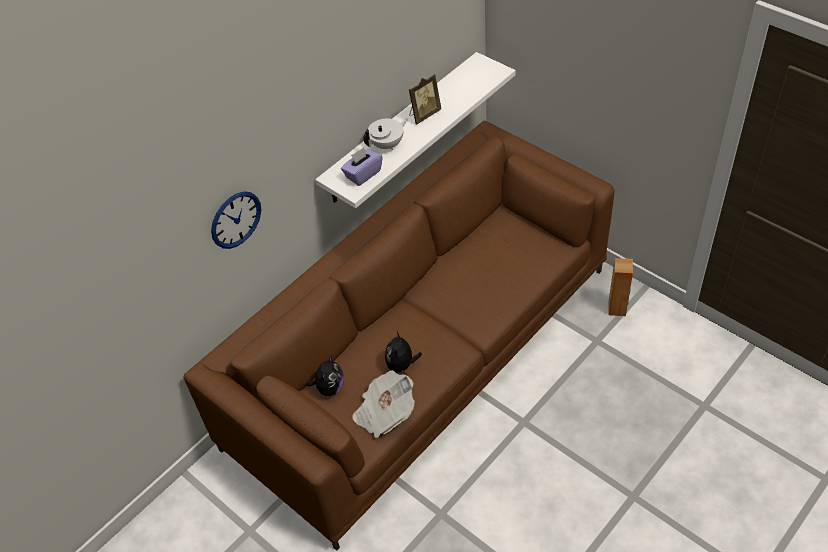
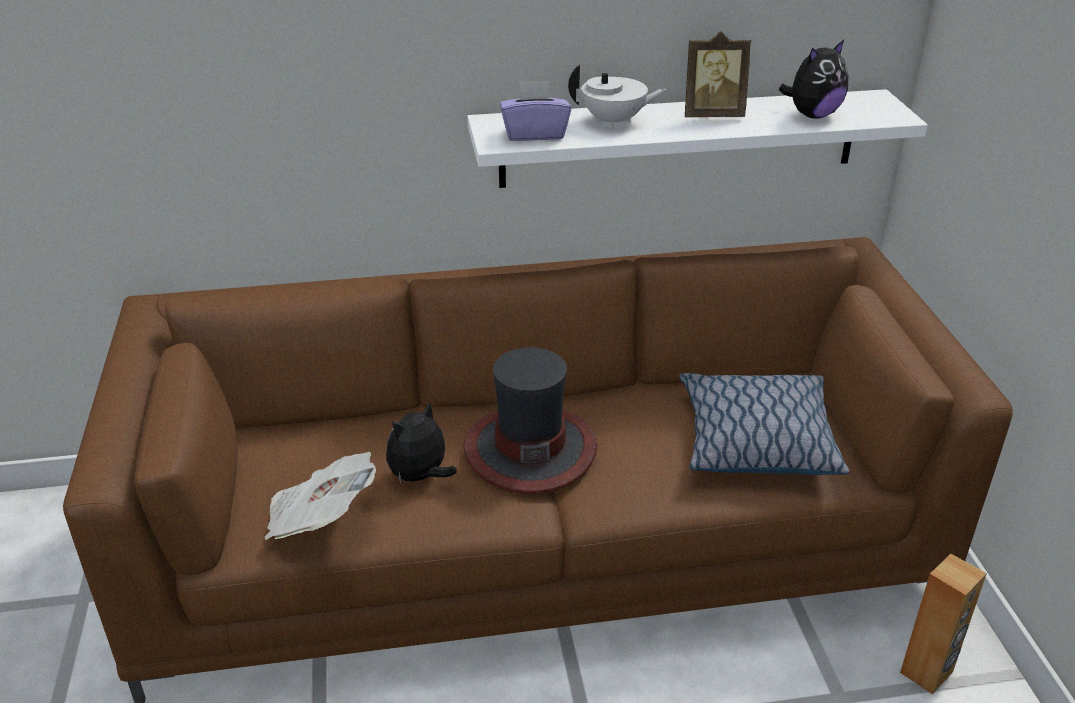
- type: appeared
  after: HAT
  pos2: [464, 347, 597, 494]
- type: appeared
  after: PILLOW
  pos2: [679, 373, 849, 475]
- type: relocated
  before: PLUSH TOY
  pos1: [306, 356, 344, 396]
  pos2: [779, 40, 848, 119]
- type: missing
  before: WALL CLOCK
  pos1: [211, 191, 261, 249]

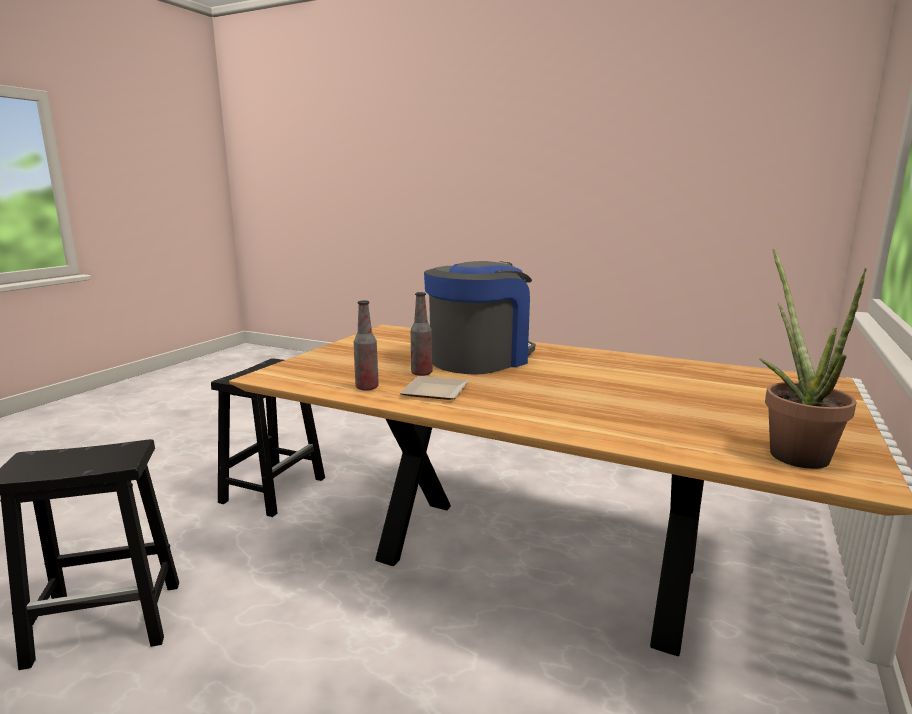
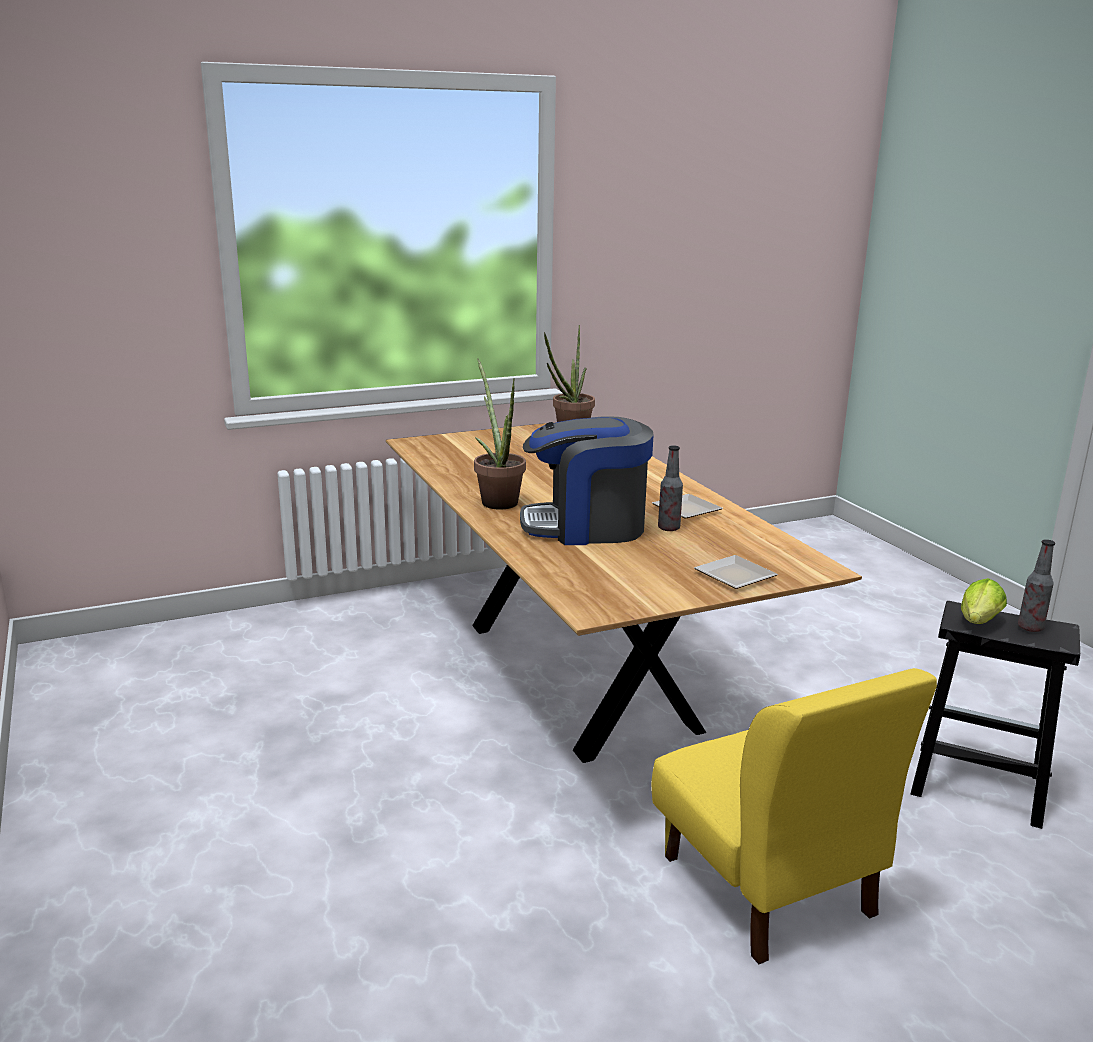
- type: appeared
  after: POTTED PLANT
  pos2: [474, 358, 526, 509]
- type: exchanged
  before: BLACK STOOL
  after: YELLOW CHAIR
  pos1: [211, 358, 325, 517]
  pos2: [651, 668, 937, 964]
- type: appeared
  after: PLATE
  pos2: [694, 555, 778, 589]
- type: appeared
  after: LETTUCE
  pos2: [961, 578, 1007, 624]
- type: relocated
  before: BOTTLE
  pos1: [354, 301, 379, 391]
  pos2: [1018, 539, 1055, 632]

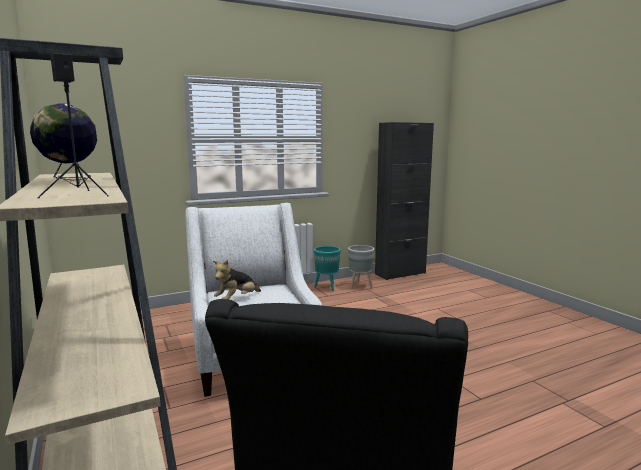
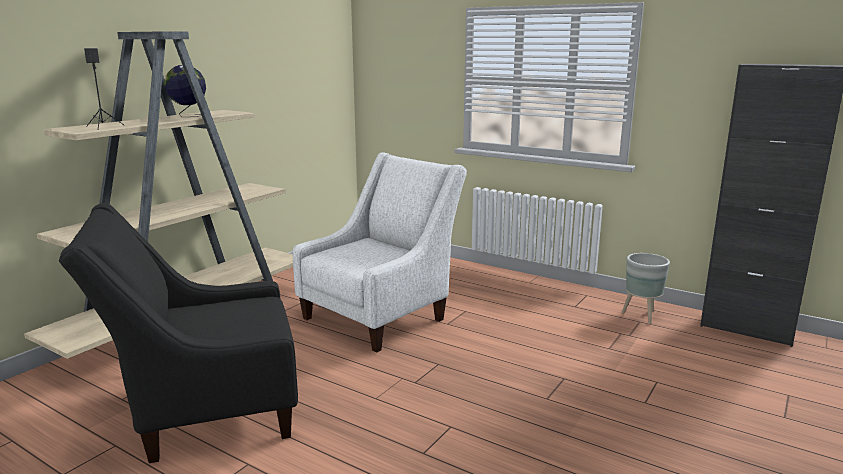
- type: missing
  before: PLUSH TOY
  pos1: [213, 260, 261, 299]
- type: missing
  before: TURQUOISE PLANTER
  pos1: [314, 246, 340, 291]

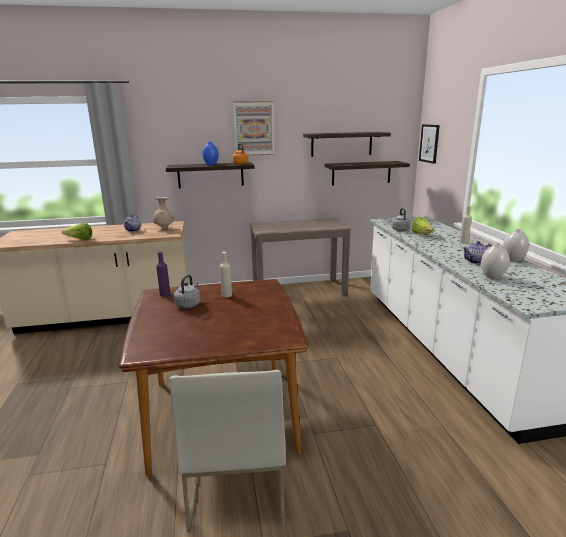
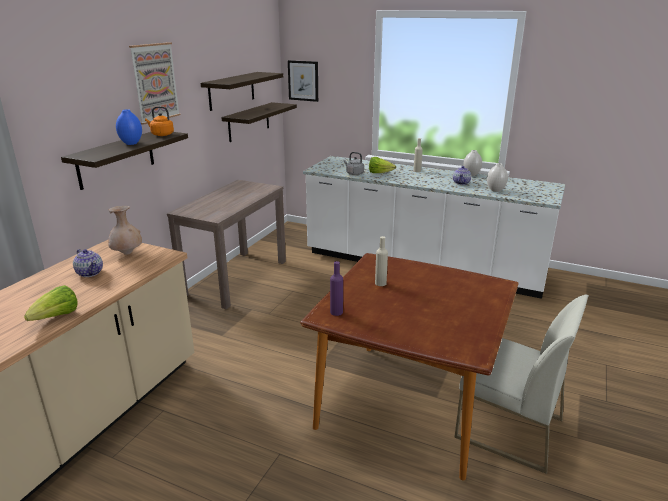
- type: missing
  before: GREY KETTLE
  pos1: [174, 275, 200, 308]

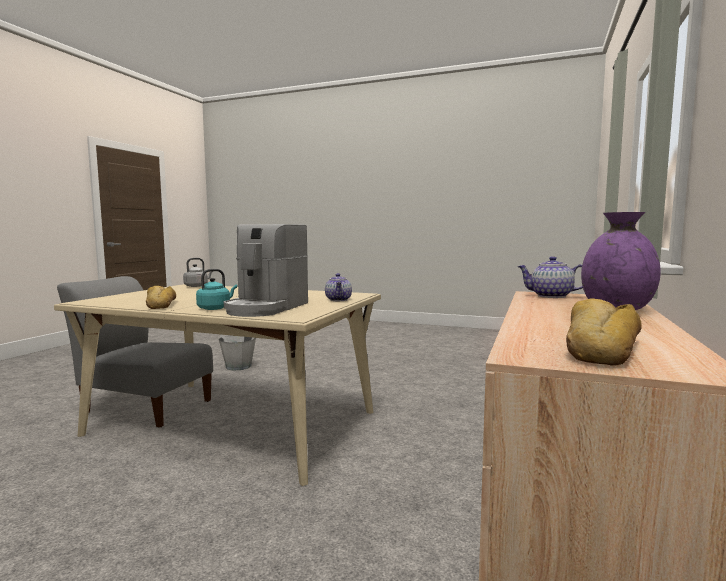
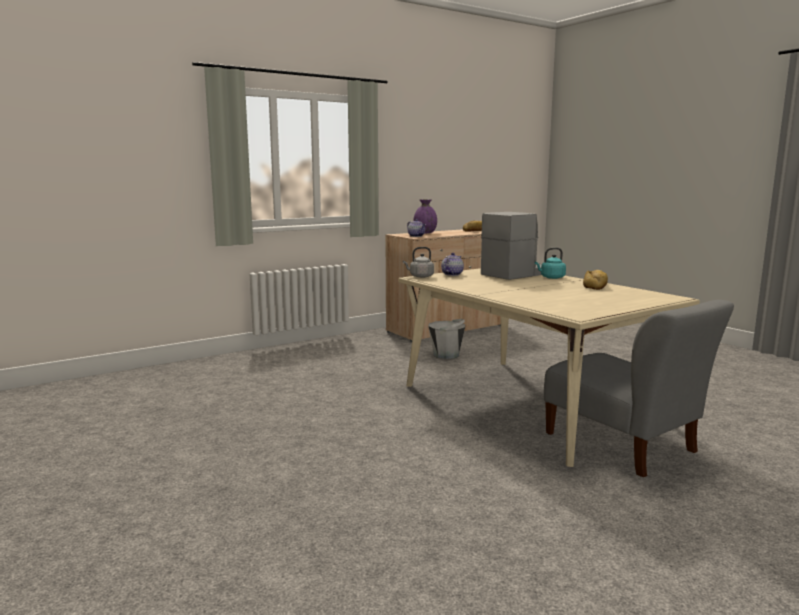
- type: relocated
  before: GREY KETTLE
  pos1: [183, 258, 214, 287]
  pos2: [403, 247, 434, 278]
- type: relocated
  before: GREY BUCKET
  pos1: [219, 335, 256, 371]
  pos2: [428, 319, 465, 359]

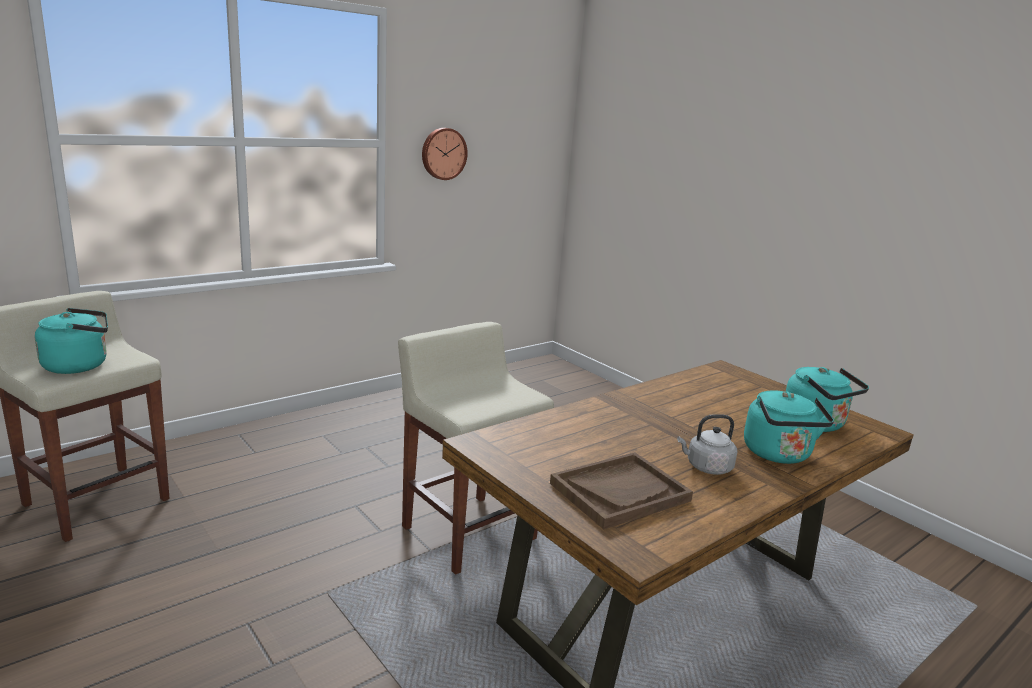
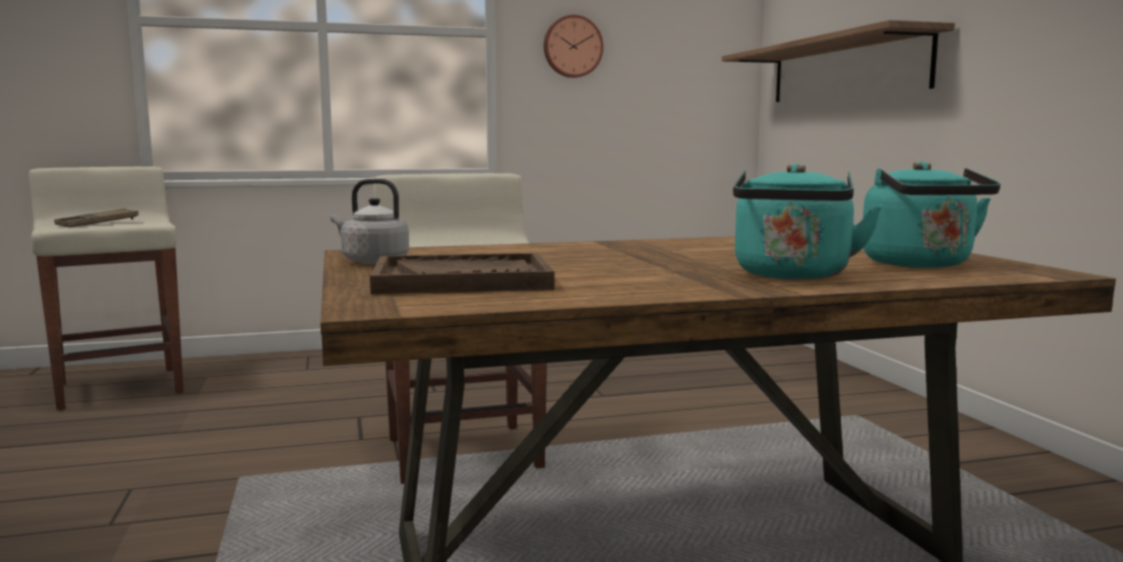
- type: exchanged
  before: TURQUOISE KETTLE
  after: BROWN TRAY
  pos1: [35, 308, 108, 374]
  pos2: [54, 208, 139, 227]
- type: relocated
  before: GREY KETTLE
  pos1: [677, 414, 737, 475]
  pos2: [331, 179, 409, 264]
- type: appeared
  after: SHELF
  pos2: [722, 20, 955, 102]

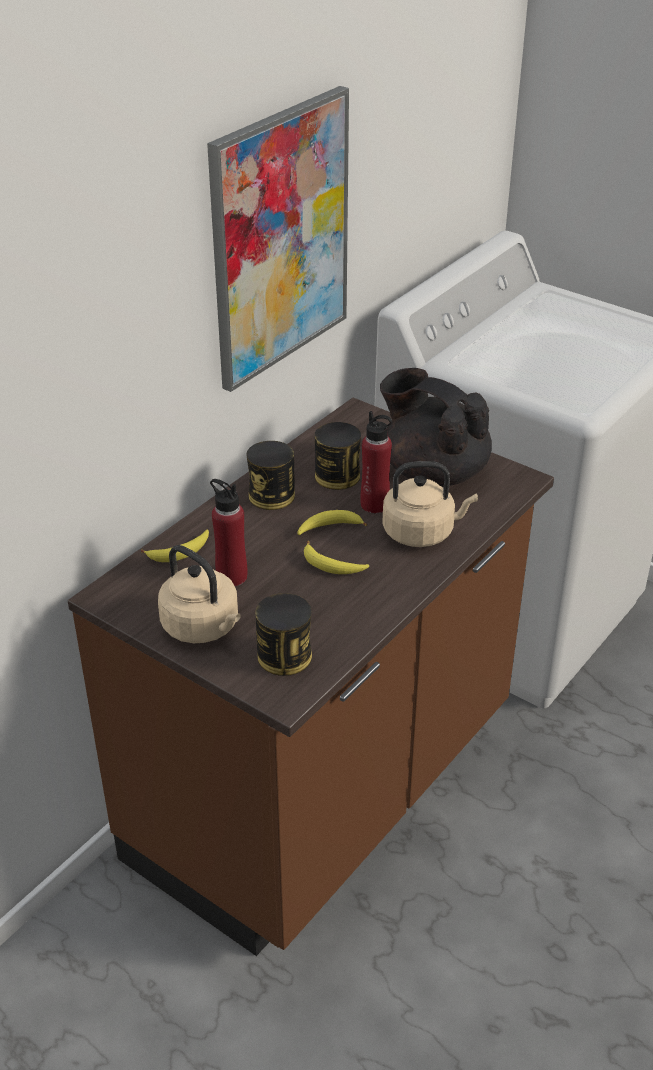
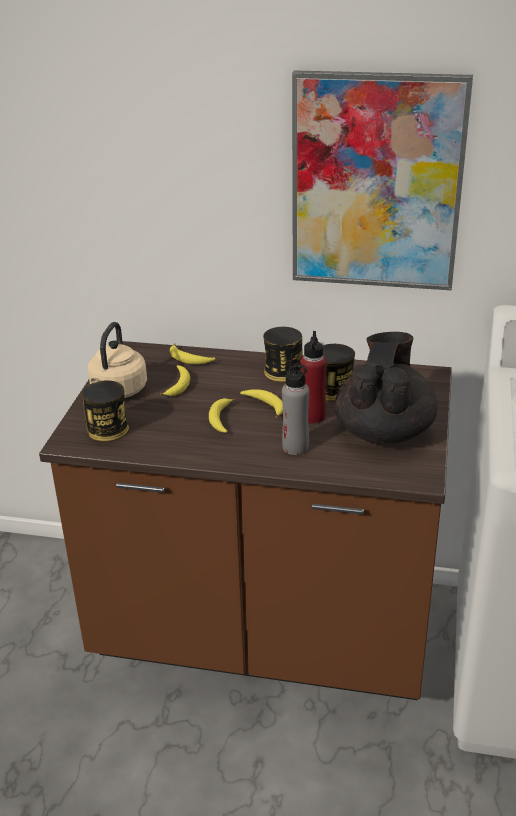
- type: exchanged
  before: RED BOTTLE
  after: BANANA
  pos1: [210, 479, 247, 586]
  pos2: [160, 365, 190, 396]
- type: exchanged
  before: BEIGE KETTLE
  after: GREY BOTTLE
  pos1: [382, 461, 478, 547]
  pos2: [282, 360, 309, 455]

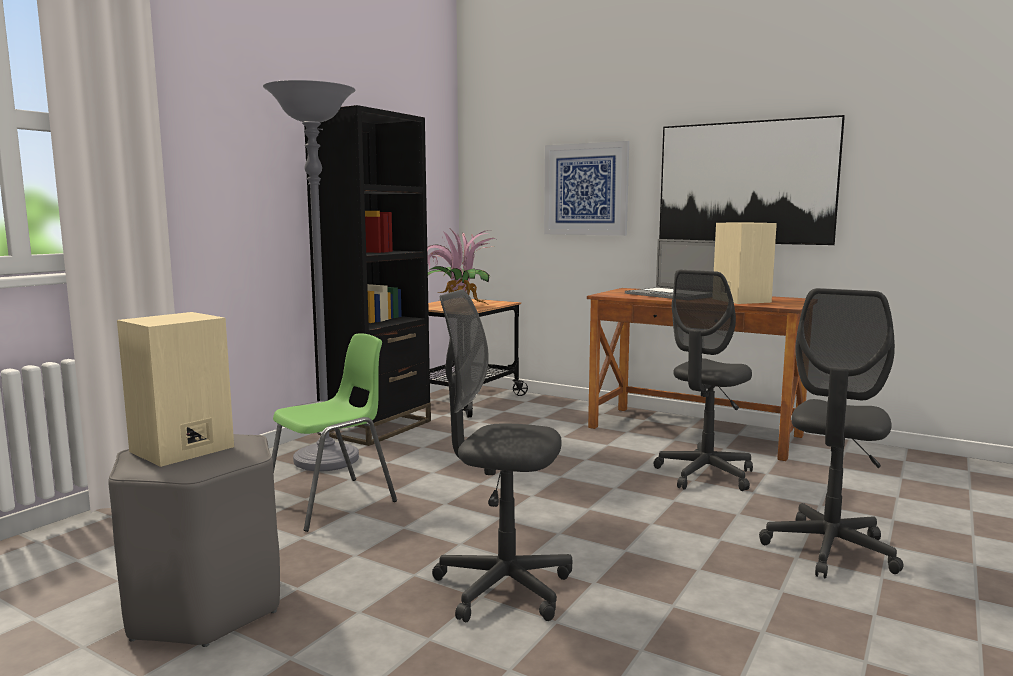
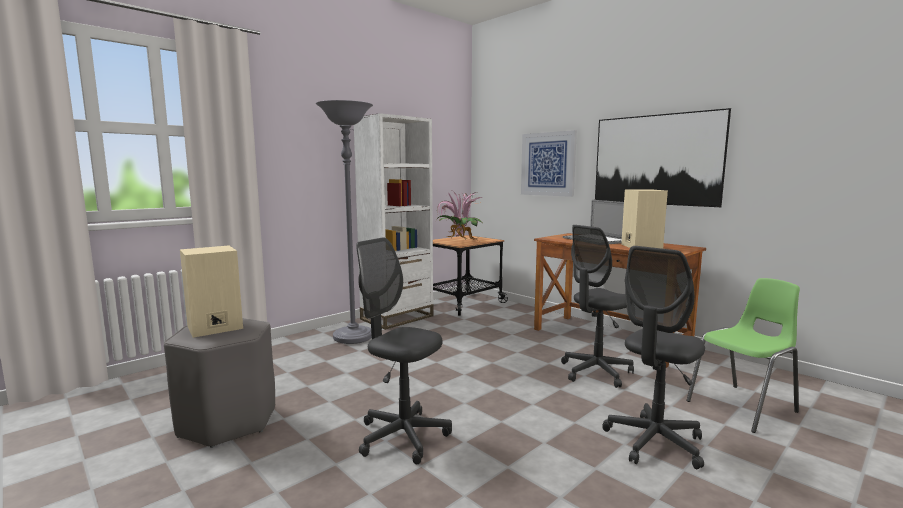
- type: colour
  before: BLACK BOOKCASE
  after: WHITE BOOKCASE
  pos1: [304, 105, 431, 446]
  pos2: [354, 113, 434, 330]
- type: relocated
  before: GREEN CHAIR
  pos1: [272, 333, 397, 532]
  pos2: [686, 278, 800, 433]

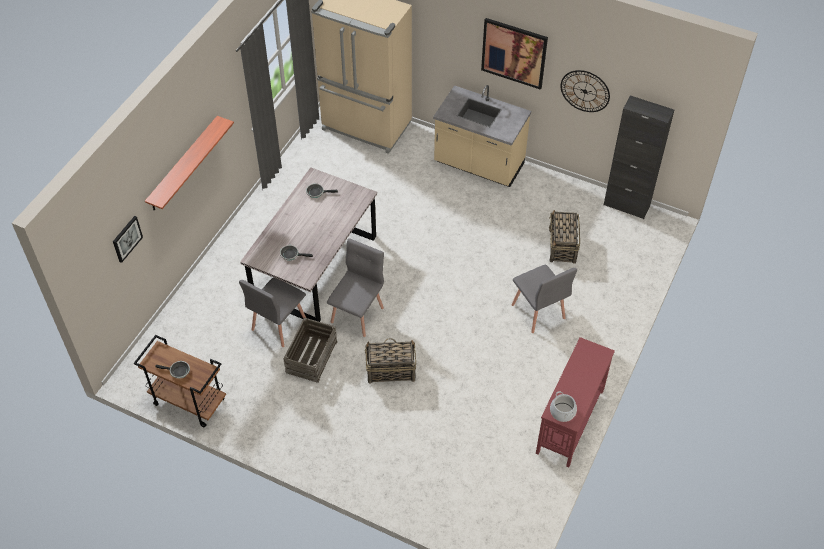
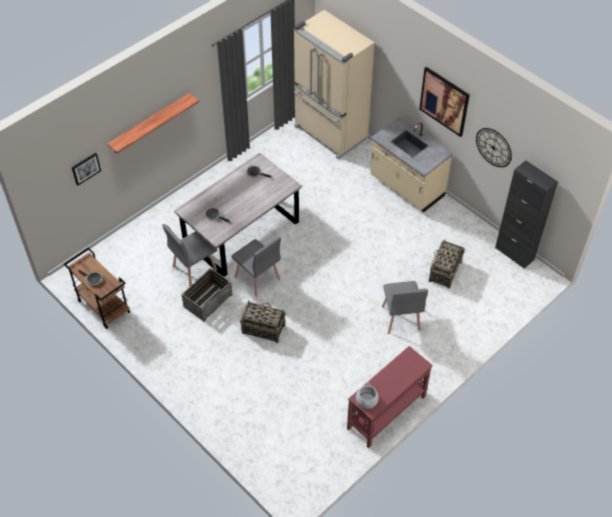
- type: spun
  before: GREY CHAIR
  pos1: [327, 238, 384, 337]
  pos2: [231, 237, 281, 297]
  turn: 90

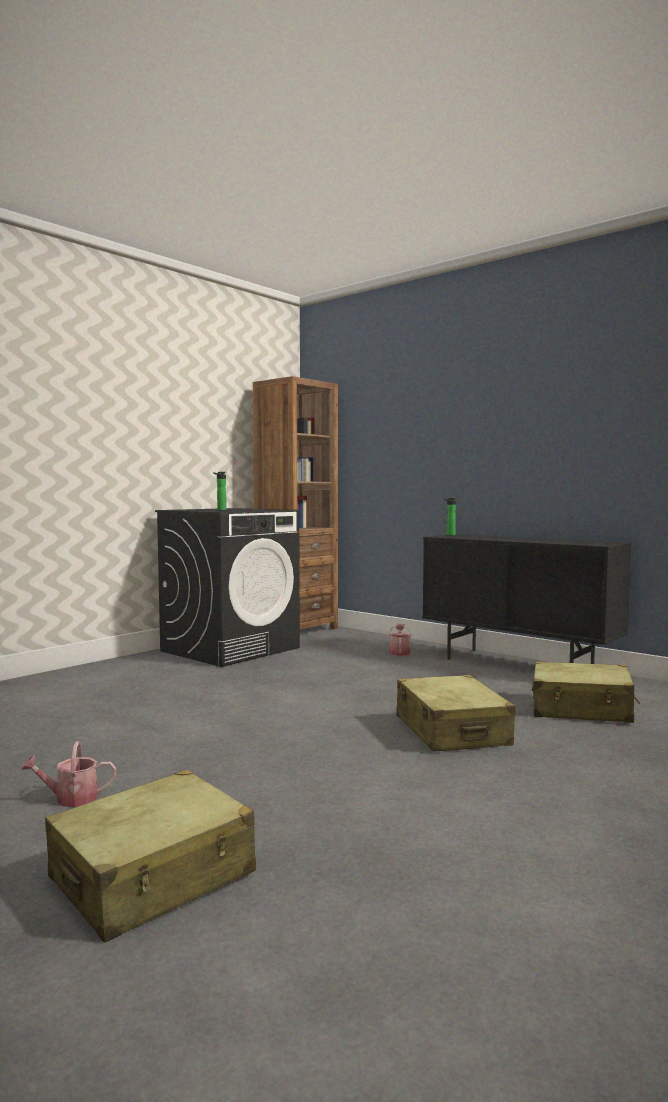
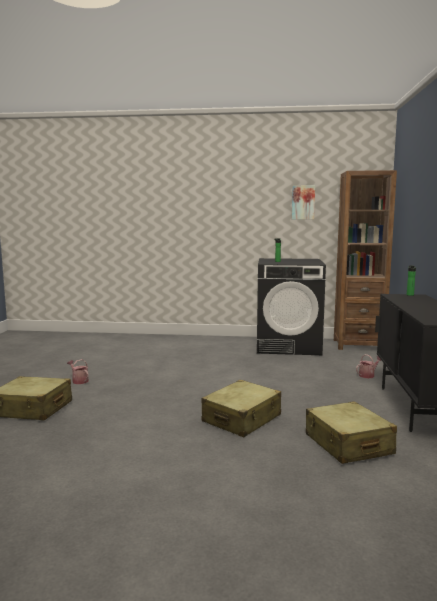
- type: appeared
  after: PICTURE
  pos2: [292, 185, 315, 219]

